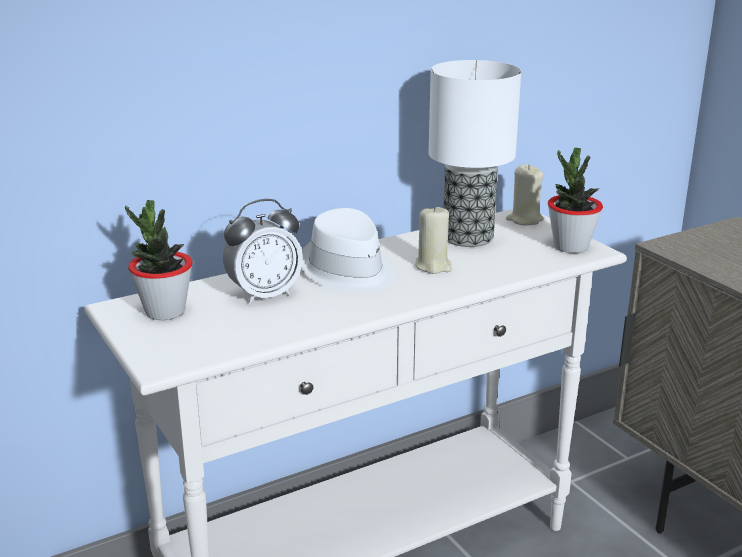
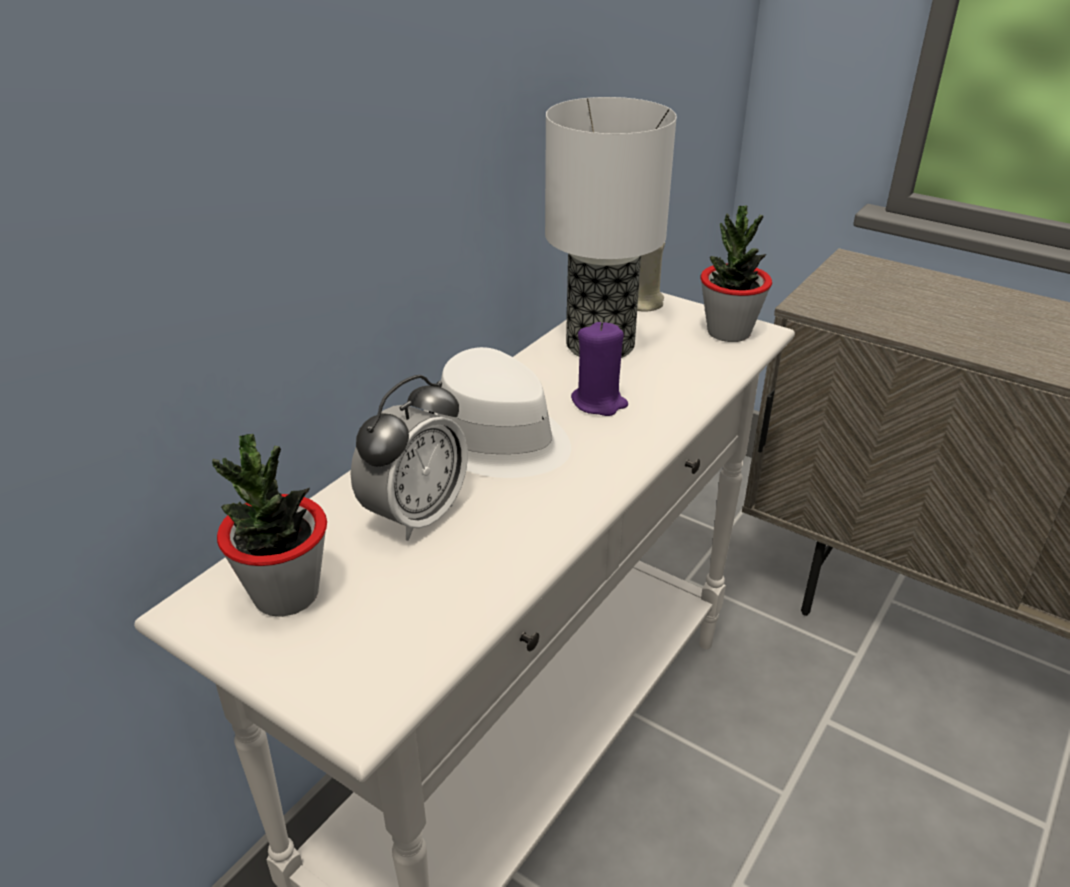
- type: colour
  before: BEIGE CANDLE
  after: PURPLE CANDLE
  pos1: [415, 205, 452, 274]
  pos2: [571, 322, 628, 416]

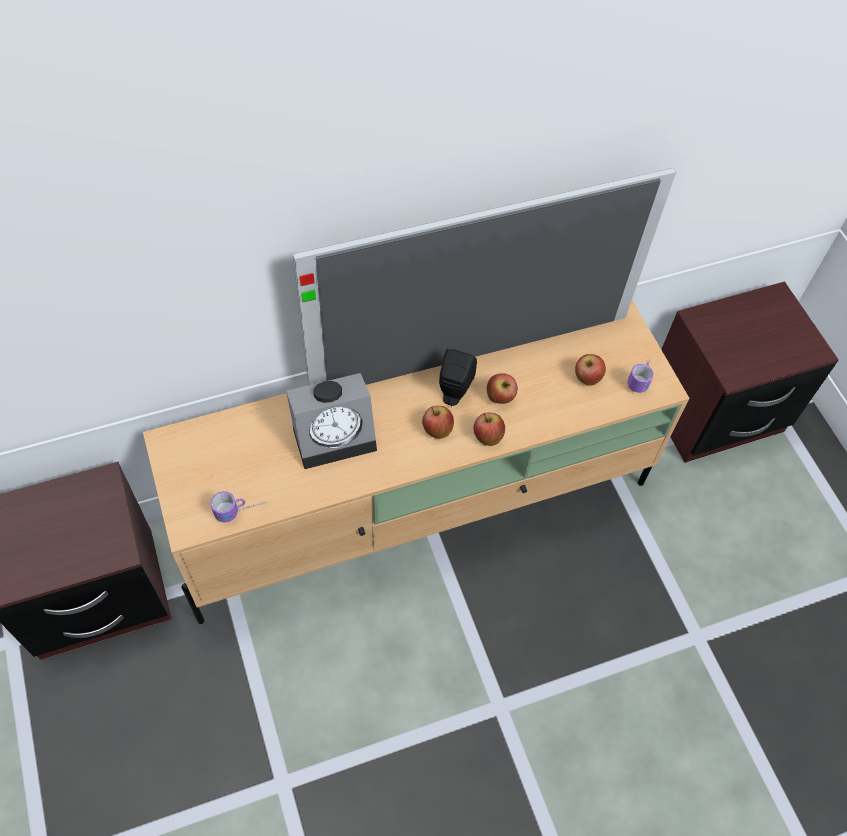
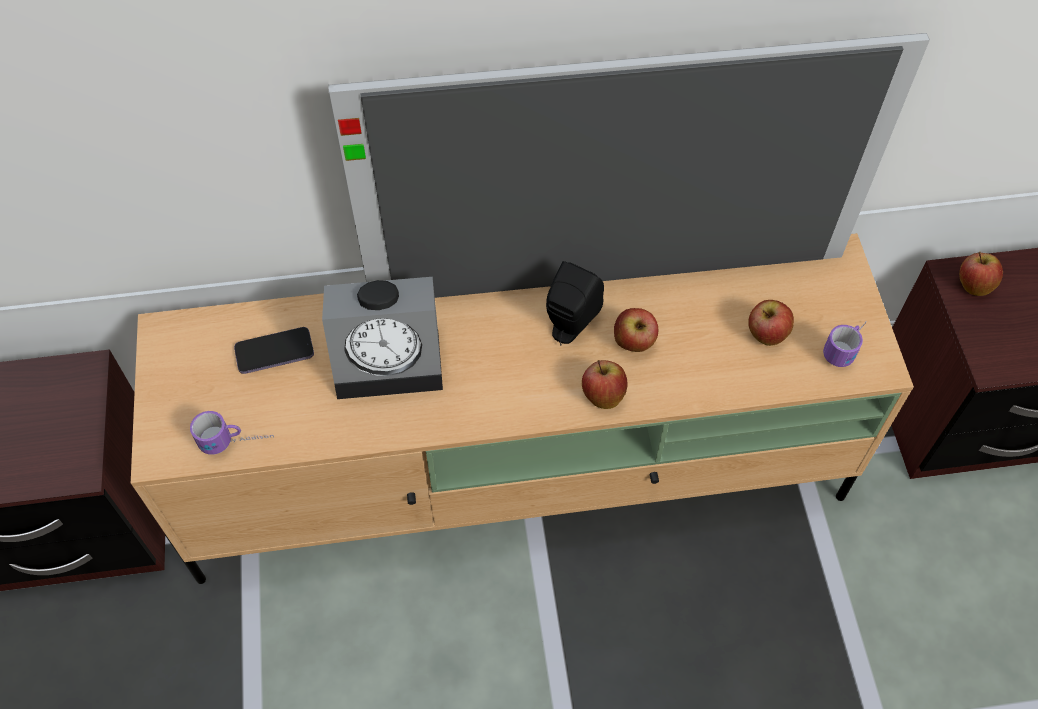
- type: appeared
  after: PHONE
  pos2: [234, 327, 314, 374]
- type: relocated
  before: APPLE
  pos1: [422, 406, 454, 439]
  pos2: [959, 252, 1003, 296]

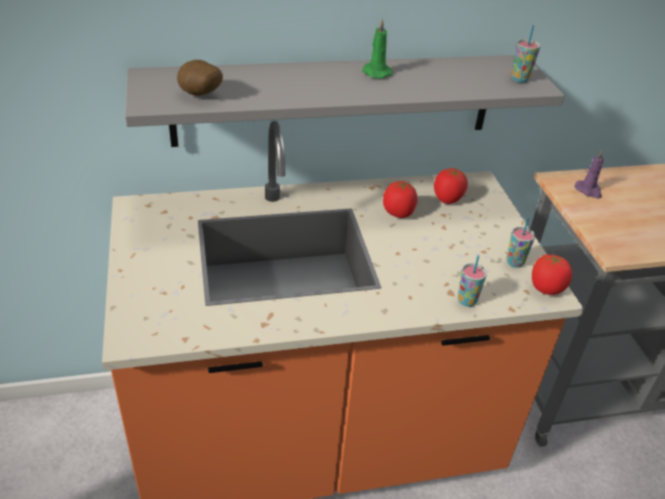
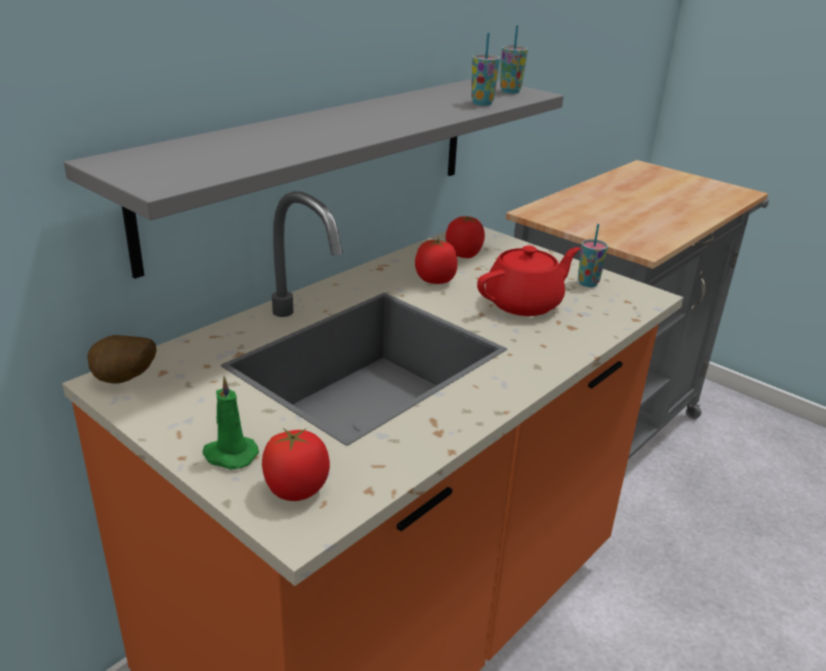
- type: relocated
  before: POTATO
  pos1: [177, 60, 223, 96]
  pos2: [87, 335, 156, 384]
- type: relocated
  before: GREEN CANDLE
  pos1: [362, 18, 393, 79]
  pos2: [203, 376, 259, 470]
- type: relocated
  before: TOMATO
  pos1: [532, 254, 572, 295]
  pos2: [262, 428, 330, 501]
- type: relocated
  before: CUP
  pos1: [458, 255, 487, 307]
  pos2: [472, 33, 500, 106]
- type: appeared
  after: RED TEAPOT
  pos2: [477, 246, 581, 316]
- type: missing
  before: PURPLE CANDLE
  pos1: [574, 150, 604, 198]

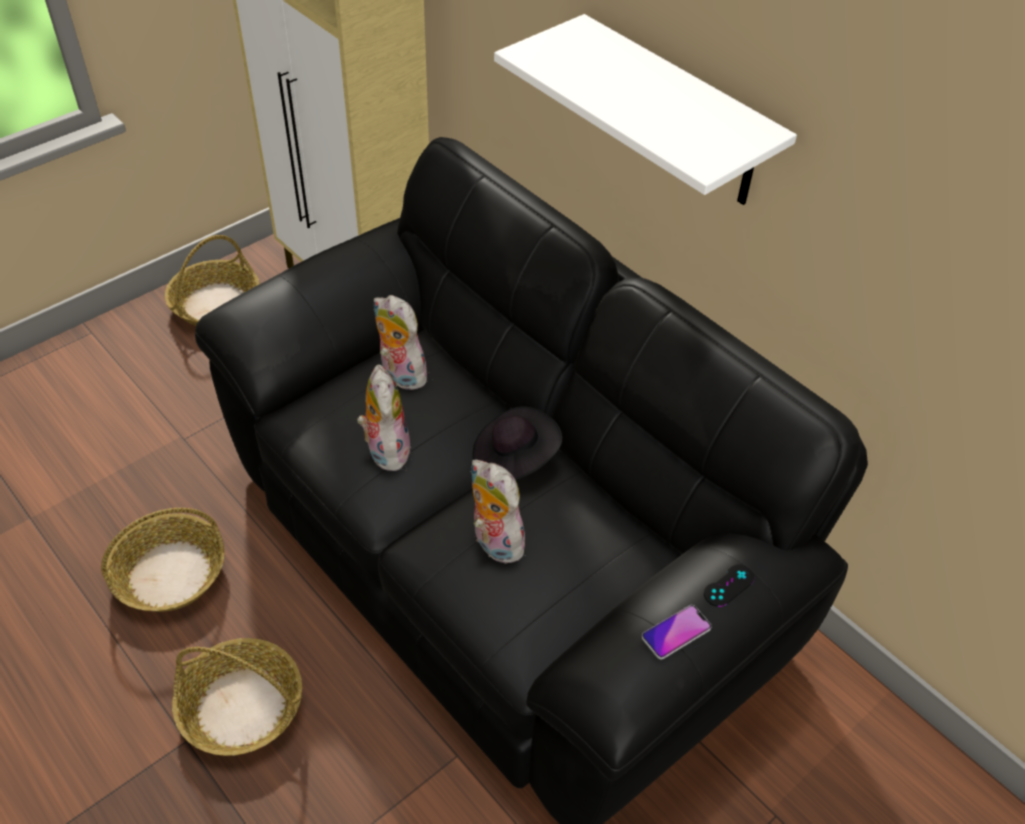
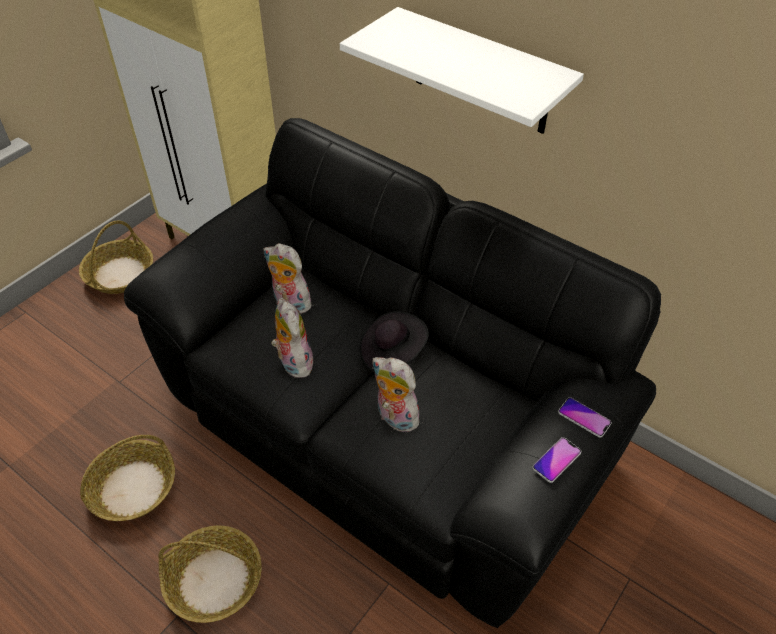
- type: exchanged
  before: BLACK GAME CONTROLLER
  after: PHONE
  pos1: [704, 565, 754, 607]
  pos2: [558, 397, 612, 438]

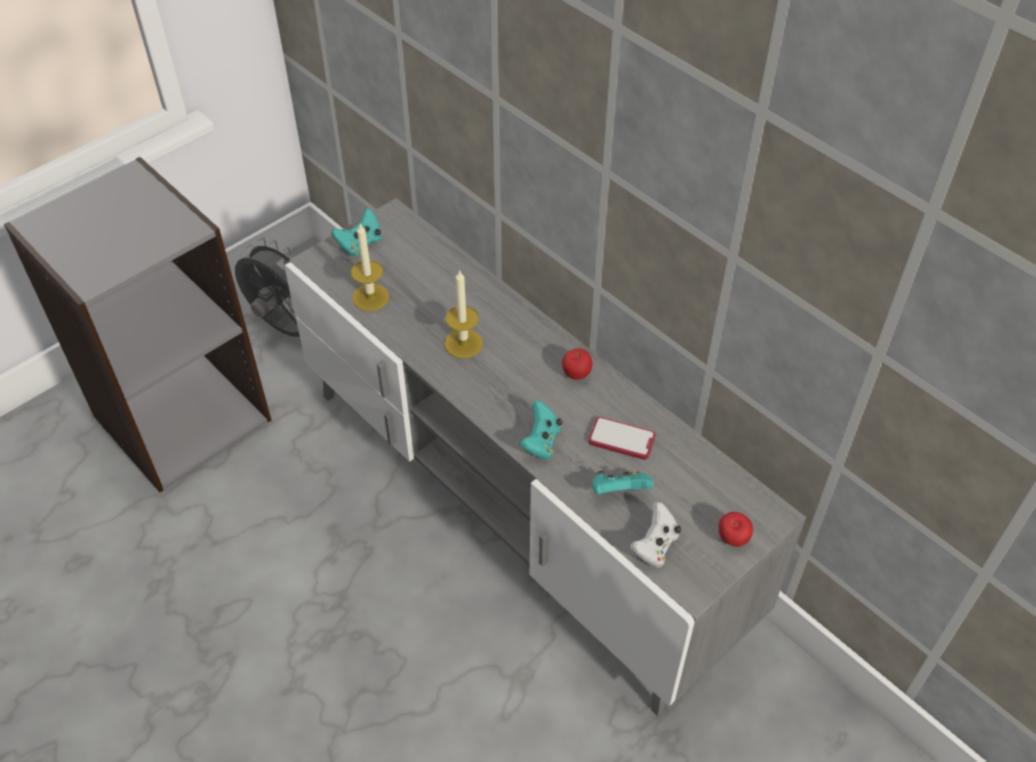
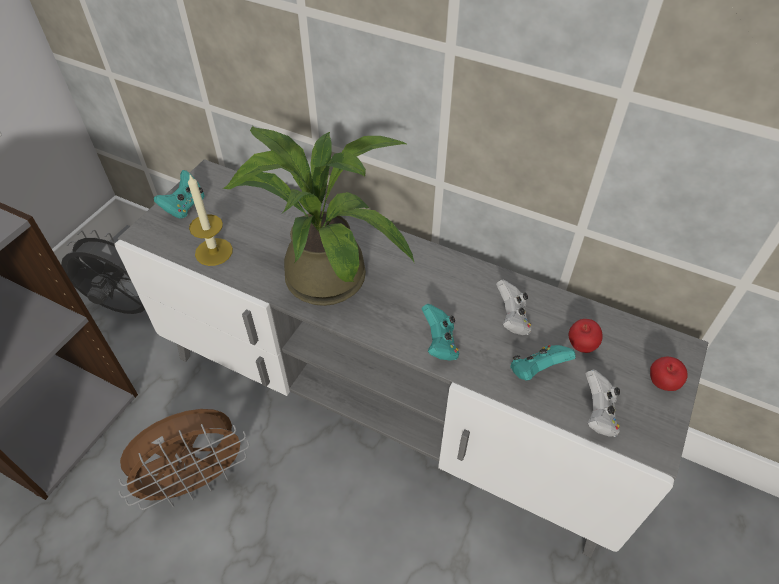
- type: appeared
  after: BROWN FAN
  pos2: [118, 409, 249, 510]
- type: exchanged
  before: CANDLE
  after: POTTED PLANT
  pos1: [444, 270, 483, 358]
  pos2: [223, 126, 415, 306]
- type: exchanged
  before: PHONE
  after: WHITE GAME CONTROLLER
  pos1: [589, 417, 656, 460]
  pos2: [496, 280, 532, 335]
- type: relocated
  before: APPLE
  pos1: [562, 348, 593, 380]
  pos2: [569, 319, 603, 353]

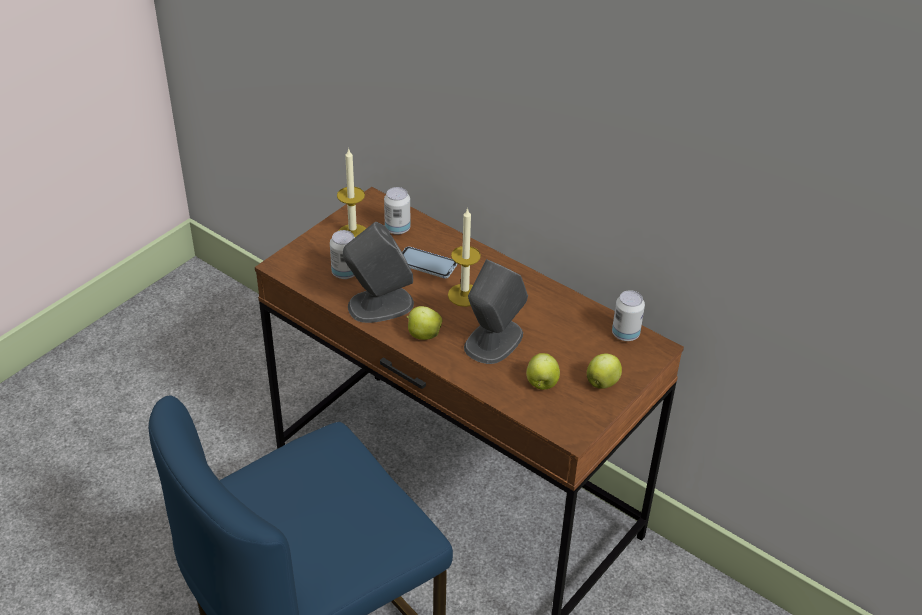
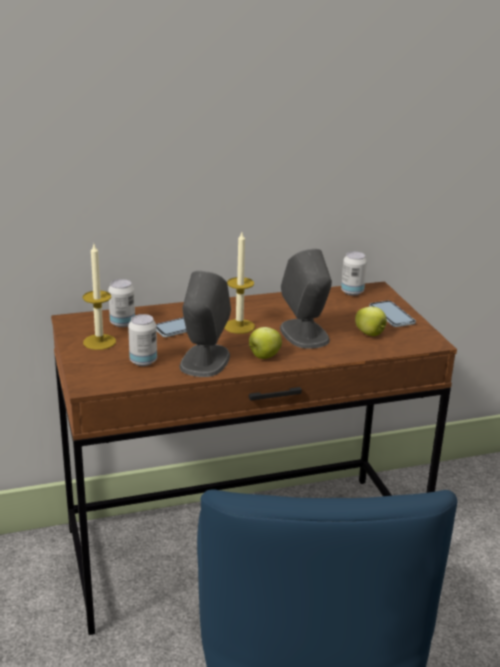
- type: exchanged
  before: APPLE
  after: PHONE
  pos1: [587, 353, 622, 389]
  pos2: [369, 301, 416, 327]

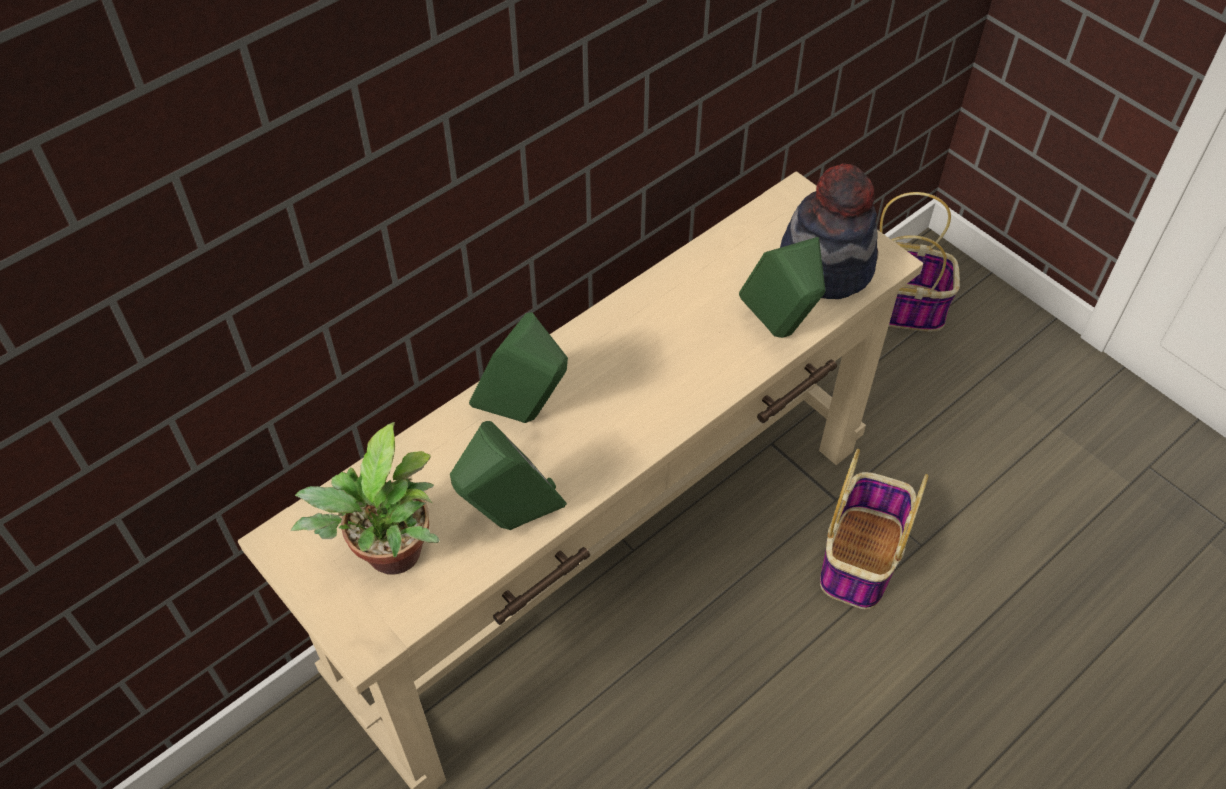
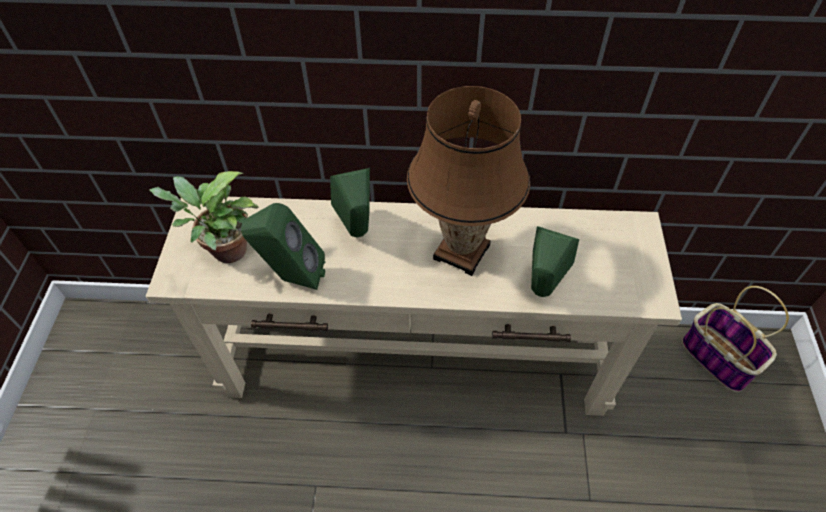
- type: appeared
  after: BROWN TABLE LAMP
  pos2: [407, 86, 530, 276]
- type: missing
  before: HAT
  pos1: [780, 163, 878, 299]
- type: missing
  before: BASKET
  pos1: [820, 449, 928, 610]

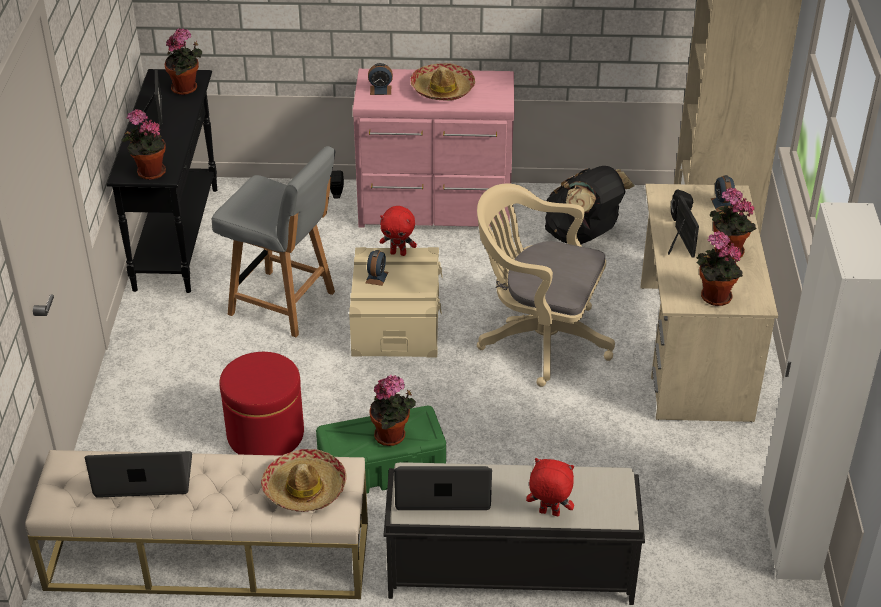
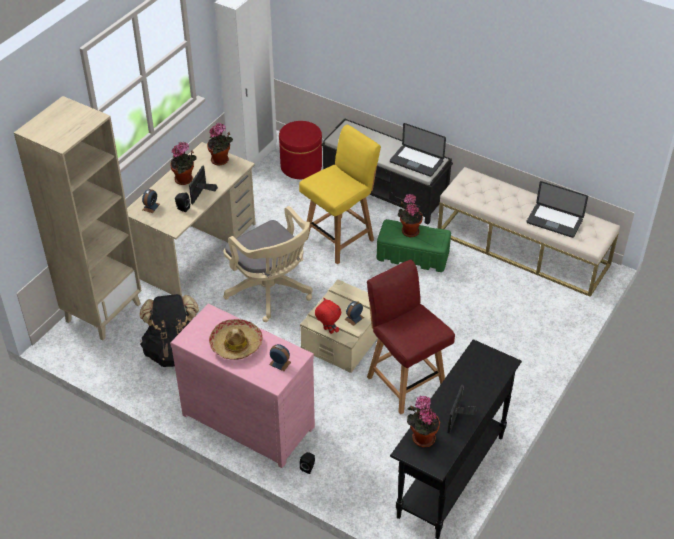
- type: relocated
  before: RED OTTOMAN
  pos1: [219, 352, 304, 456]
  pos2: [279, 121, 322, 179]
- type: appeared
  after: YELLOW CHAIR
  pos2: [299, 125, 381, 264]
- type: colour
  before: GREY CHAIR
  after: RED CHAIR
  pos1: [212, 146, 335, 337]
  pos2: [367, 260, 455, 415]
- type: missing
  before: POTTED PLANT
  pos1: [121, 109, 166, 180]
- type: missing
  before: HAT
  pos1: [261, 449, 347, 512]
- type: missing
  before: RED PLUSH TOY
  pos1: [526, 458, 574, 516]

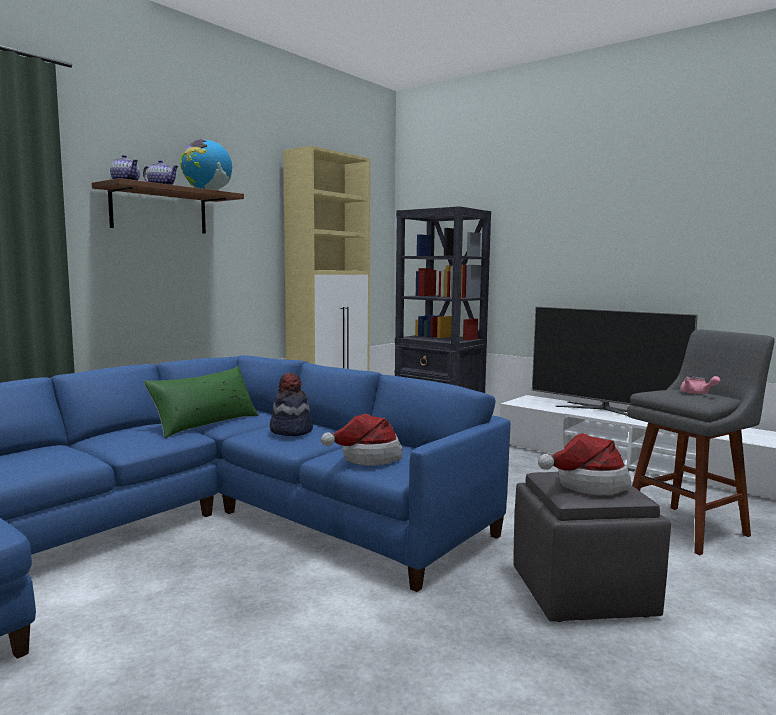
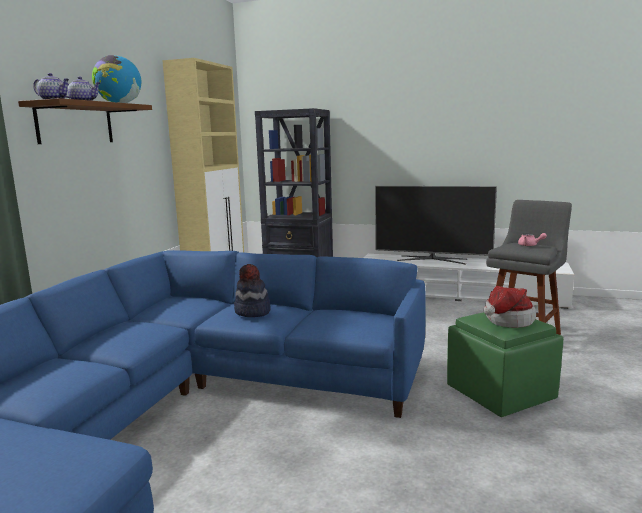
- type: colour
  before: GREY OTTOMAN
  after: GREEN OTTOMAN
  pos1: [513, 472, 671, 622]
  pos2: [447, 312, 563, 417]
- type: missing
  before: GREEN PILLOW
  pos1: [144, 366, 258, 438]
- type: missing
  before: HAT
  pos1: [321, 414, 402, 466]

